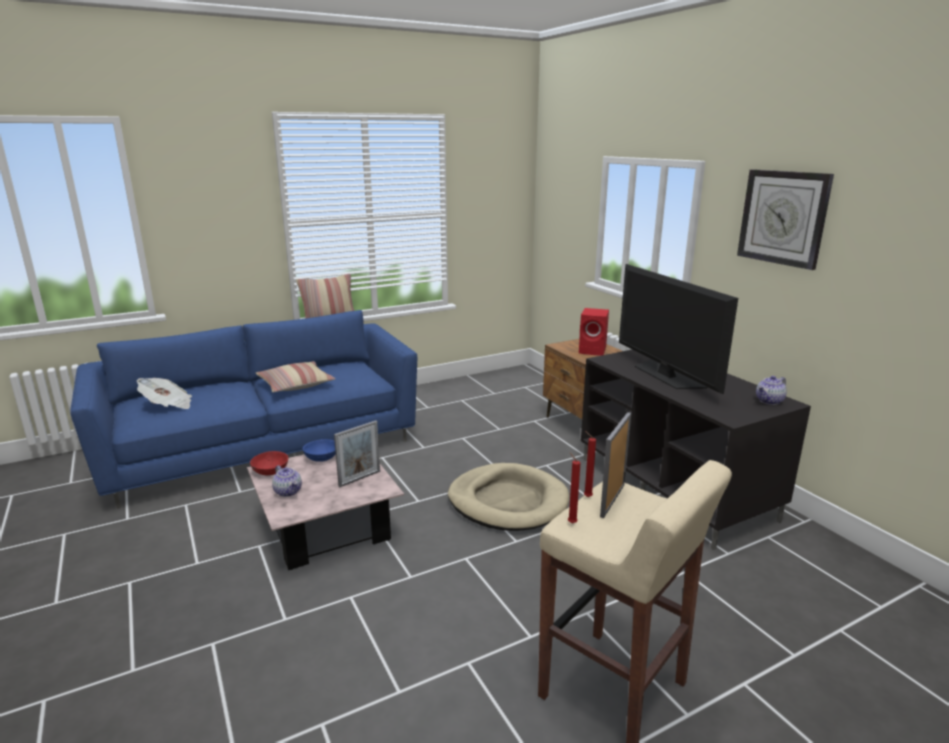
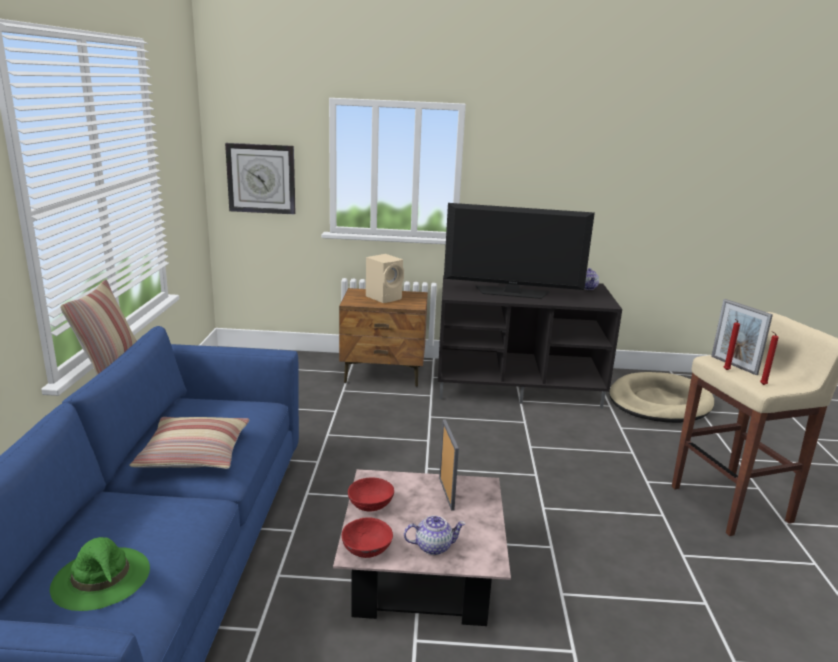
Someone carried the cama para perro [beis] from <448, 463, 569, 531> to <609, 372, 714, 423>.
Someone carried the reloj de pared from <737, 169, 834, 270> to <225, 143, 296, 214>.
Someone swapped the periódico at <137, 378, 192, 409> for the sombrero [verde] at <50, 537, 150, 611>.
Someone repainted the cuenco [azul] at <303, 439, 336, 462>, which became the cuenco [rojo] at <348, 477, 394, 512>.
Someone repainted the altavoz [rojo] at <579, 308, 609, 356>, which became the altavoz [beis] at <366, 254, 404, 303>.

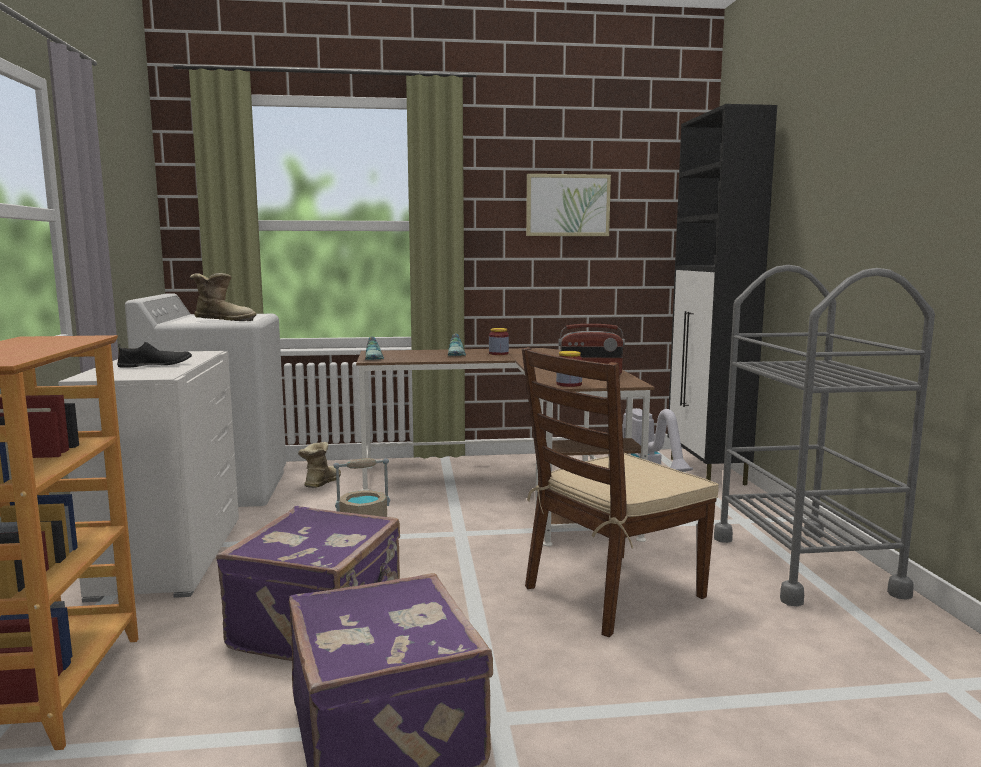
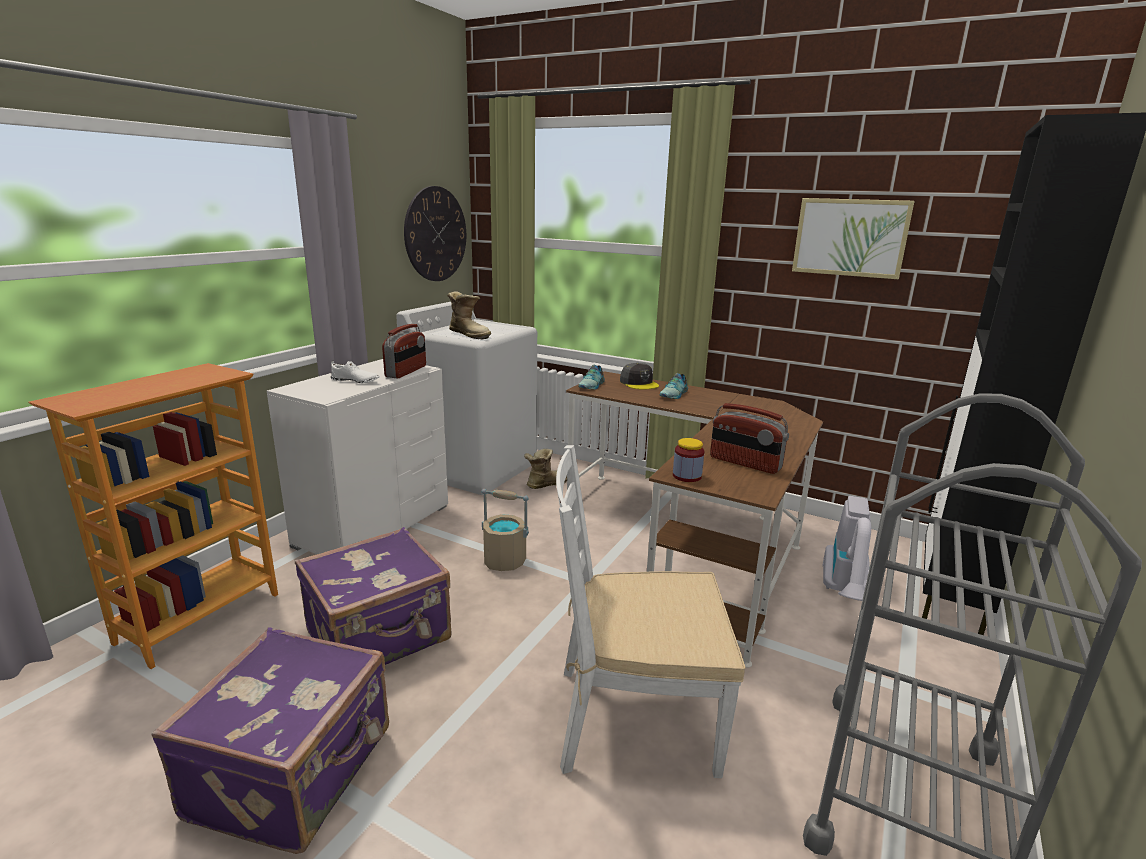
Someone took away the tarro at <489, 328, 509, 355>.
Someone put down the radio at <382, 324, 426, 378>.
Someone put up the reloj de pared at <404, 186, 466, 281>.
Someone put down the gorra [gris] at <620, 363, 659, 389>.
Someone repainted the zapato [negro] at <117, 342, 192, 368>, which became the zapato [blanco] at <331, 361, 380, 383>.
Someone repainted the silla [marrón] at <522, 347, 719, 637>, which became the silla [blanco] at <556, 445, 746, 778>.

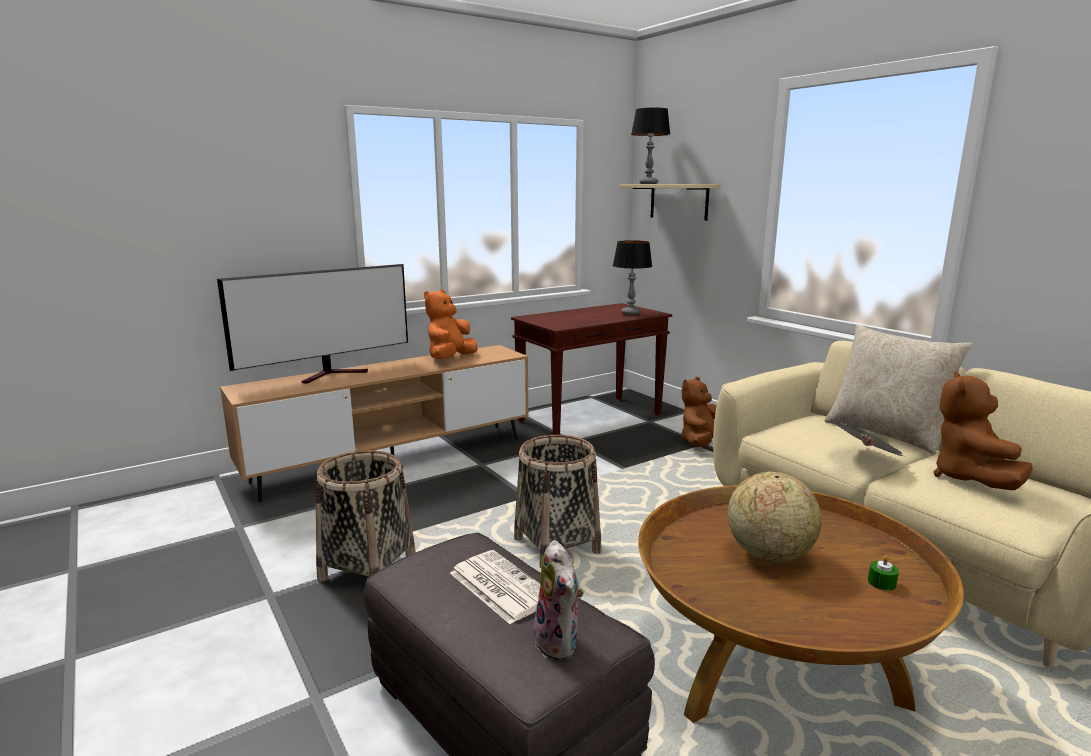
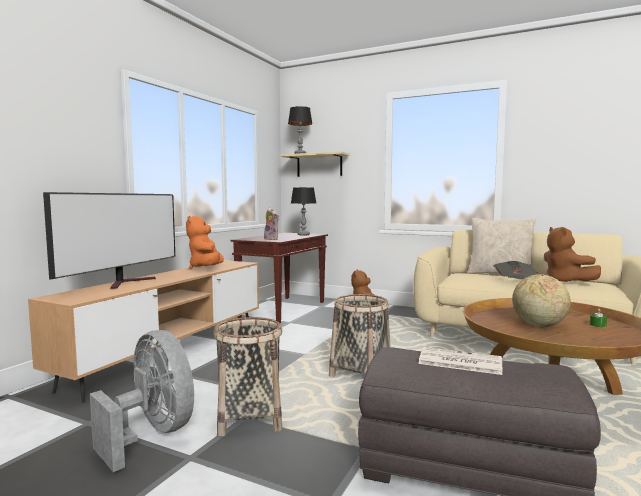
Someone put down the ventilador [gris] at <90, 330, 194, 472>.
Someone carried the peluche from <534, 540, 584, 660> to <264, 208, 279, 240>.

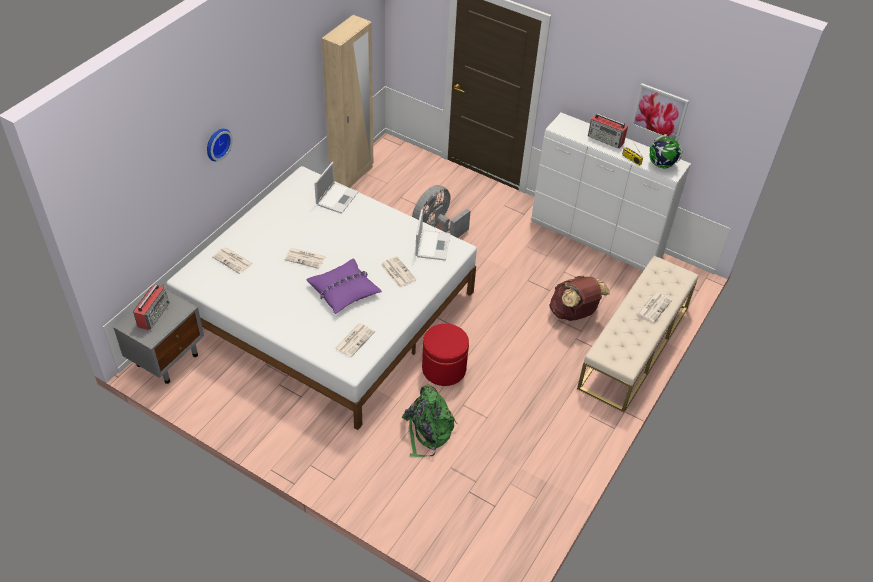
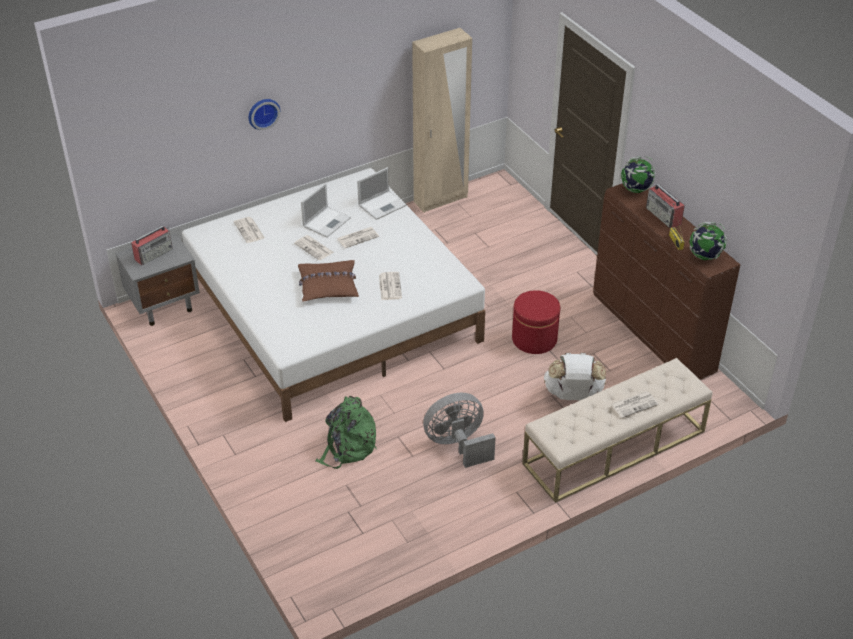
Someone took away the cuadro at <631, 83, 689, 142>.
Someone put down the globo terráqueo at <621, 156, 656, 193>.
Someone carried the periódico from <335, 323, 375, 357> to <337, 227, 379, 248>.
Someone carried the ventilador [gris] from <412, 185, 471, 238> to <423, 393, 496, 468>.
Someone carried the portátil from <415, 209, 450, 260> to <301, 183, 351, 237>.
Someone carried the puf [rojo] from <422, 324, 469, 386> to <512, 290, 560, 354>.
Someone repainted the cojín [morado] at <306, 258, 382, 314>, which became the cojín [marrón] at <298, 260, 359, 302>.
Someone repainted the cómoda [blanco] at <531, 112, 691, 271>, which became the cómoda [marrón] at <593, 183, 740, 380>.
Someone repainted the mochila [marrón] at <549, 276, 610, 321>, which became the mochila [blanco] at <544, 352, 606, 401>.

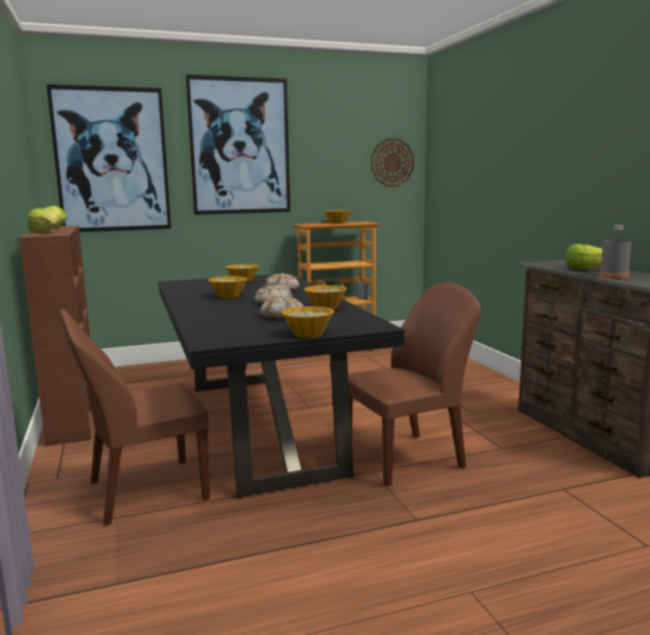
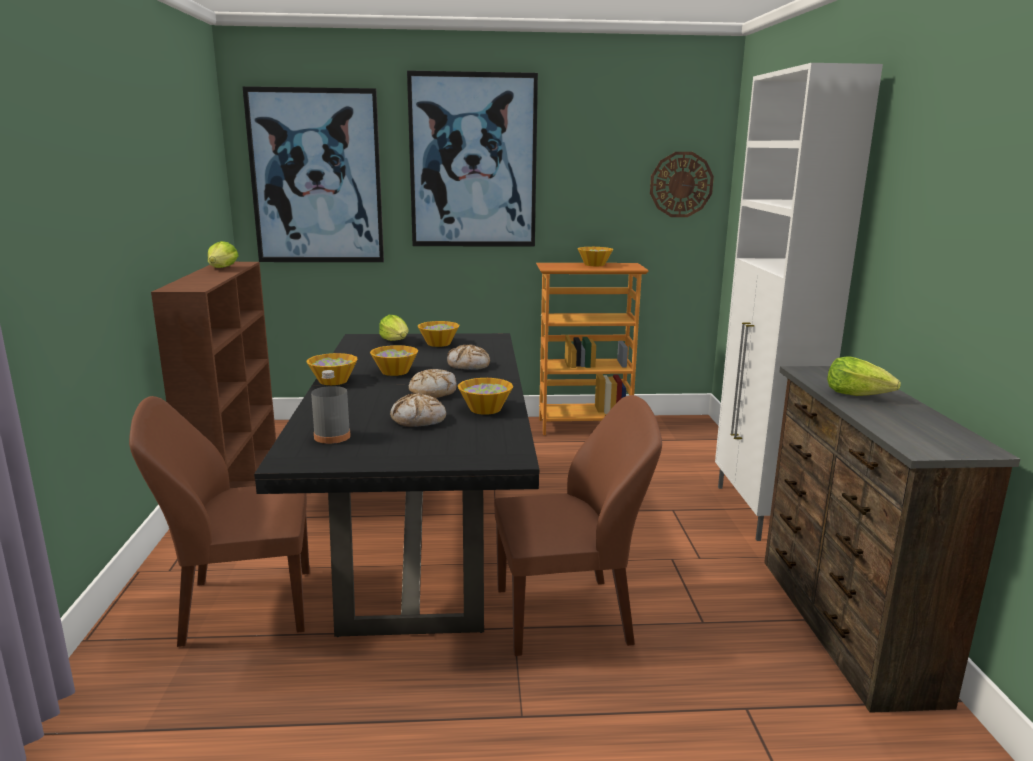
Someone put down the armario [blanco] at <715, 63, 883, 541>.
Someone carried the lechuga from <27, 208, 58, 233> to <379, 315, 409, 341>.
Someone carried the cuenco from <282, 306, 334, 338> to <307, 353, 357, 385>.
Someone carried the botella [gris] from <600, 225, 632, 278> to <311, 370, 351, 444>.

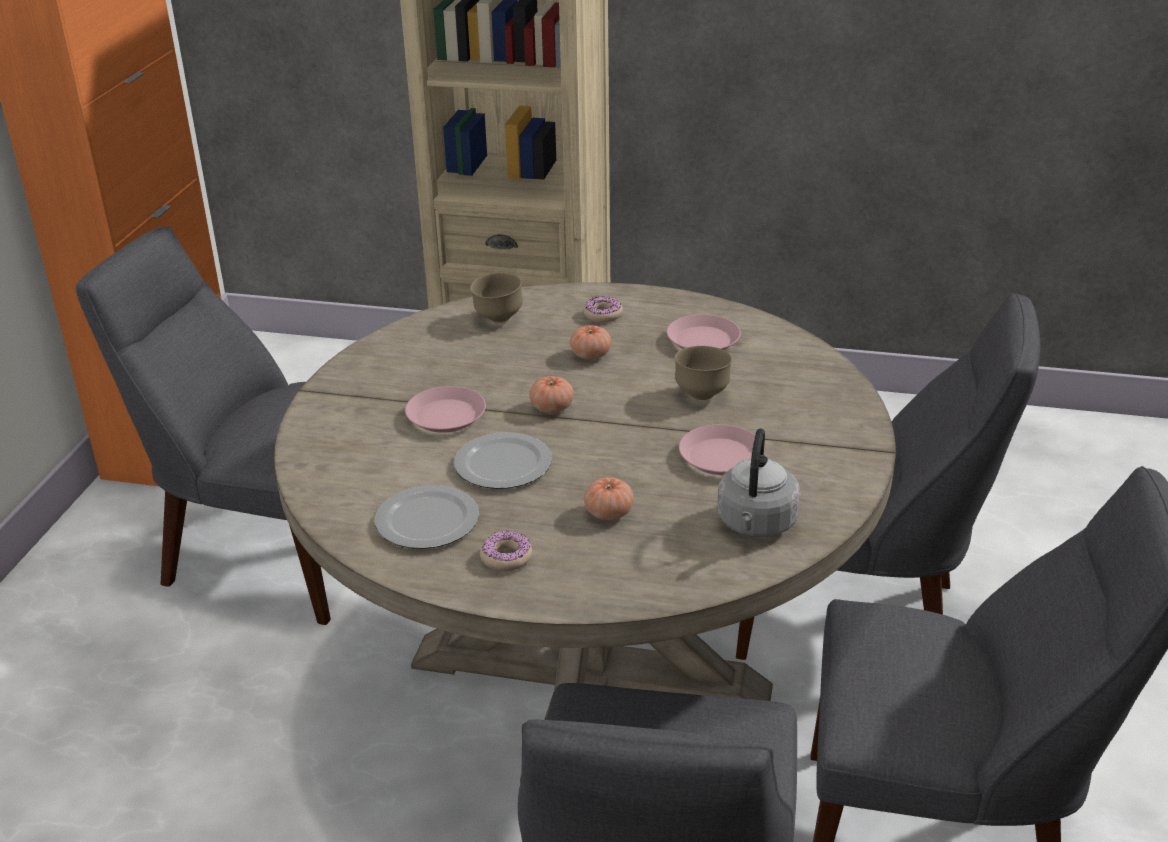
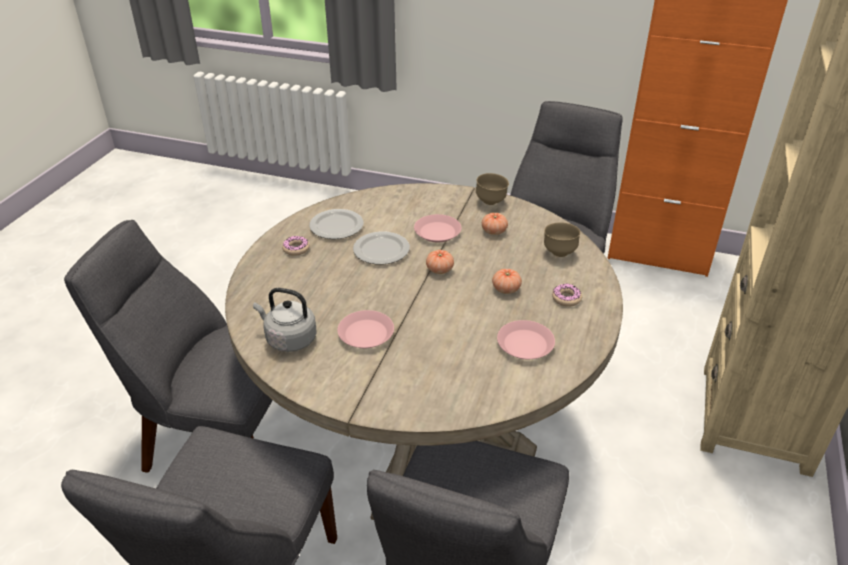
Someone carried the tomate from <584, 478, 634, 520> to <482, 213, 508, 235>.
Someone carried the cuenco [marrón] from <675, 346, 732, 400> to <476, 173, 509, 205>.

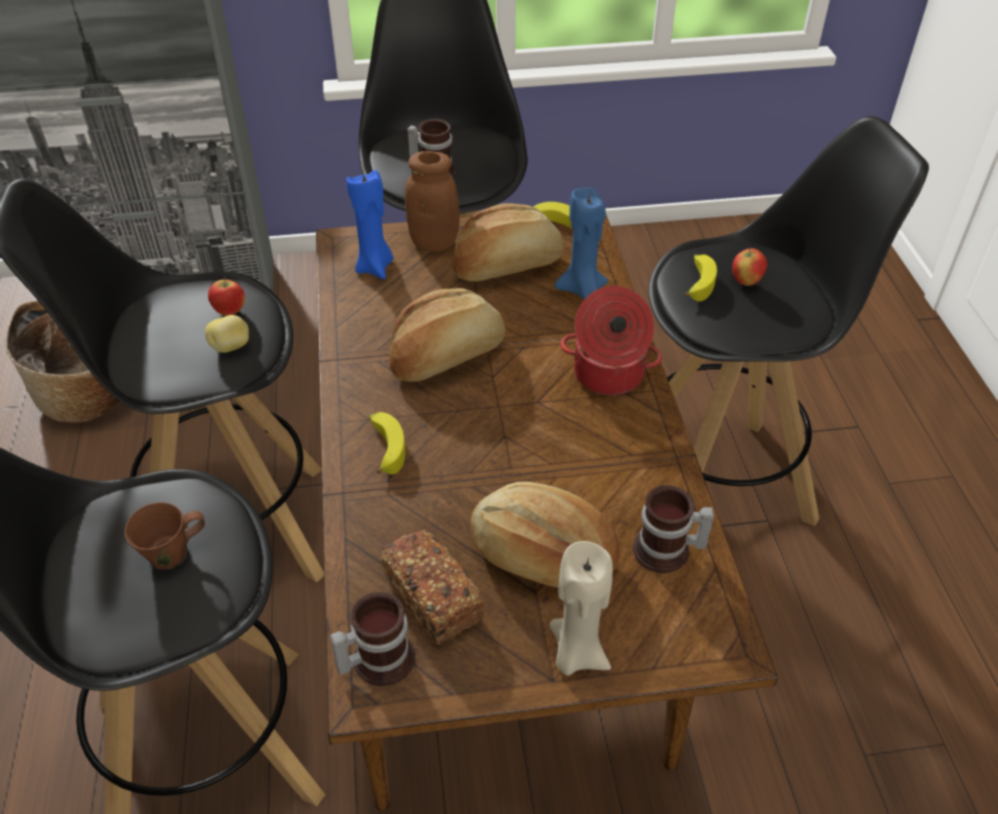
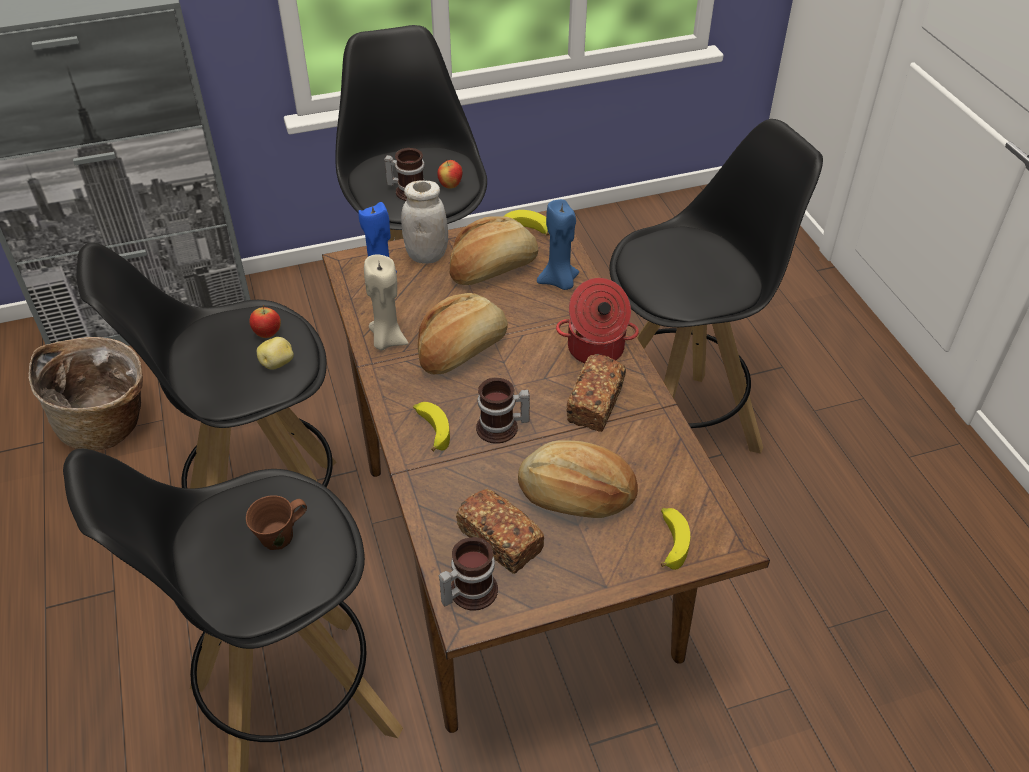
Someone put down the pan at <566, 354, 626, 432>.
Someone carried the vela [beis] from <549, 541, 613, 676> to <364, 254, 408, 350>.
Someone carried the taza grande from <633, 485, 714, 573> to <476, 378, 530, 444>.
Someone carried the plátano from <685, 254, 717, 302> to <661, 508, 690, 570>.
Someone carried the manzana from <732, 248, 767, 286> to <437, 159, 463, 189>.
Someone repainted the tarro [marrón] at <405, 151, 459, 252>, which became the tarro [blanco] at <401, 180, 448, 264>.

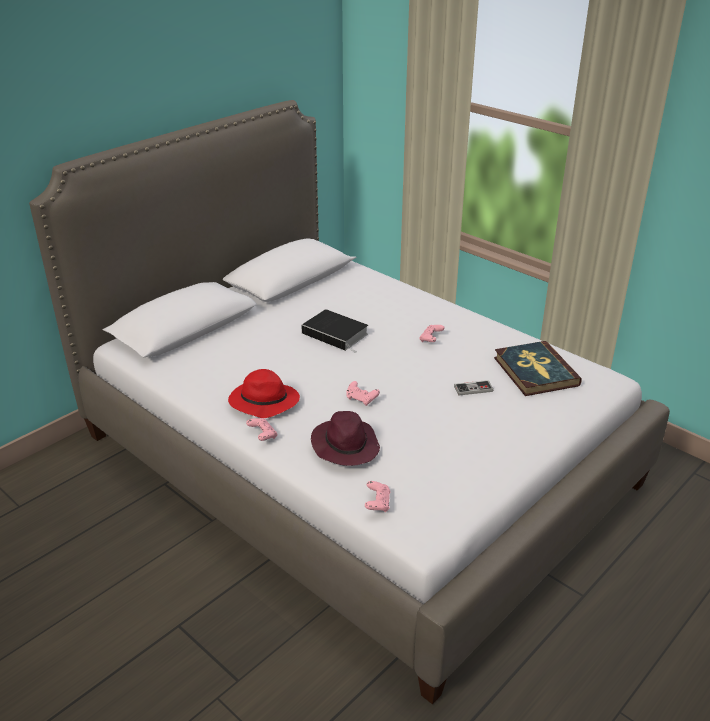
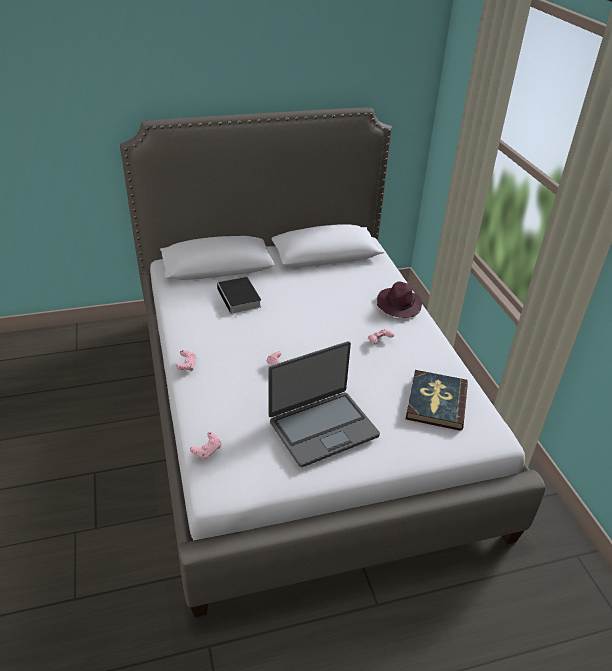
Someone took away the sombrero [rojo] at <228, 369, 300, 418>.
Someone took away the mando de consola at <454, 380, 494, 396>.
Someone put down the portátil at <268, 341, 380, 467>.
Someone carried the libro from <301, 309, 368, 353> to <217, 277, 261, 317>.
Someone carried the sombrero [morado] from <311, 411, 380, 466> to <377, 282, 422, 318>.

